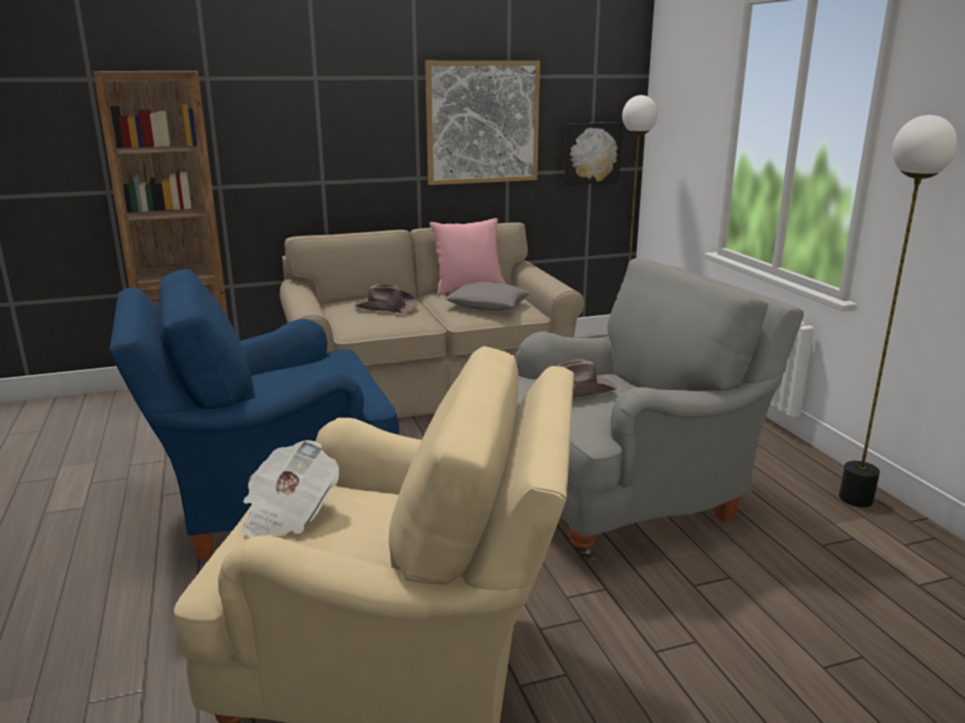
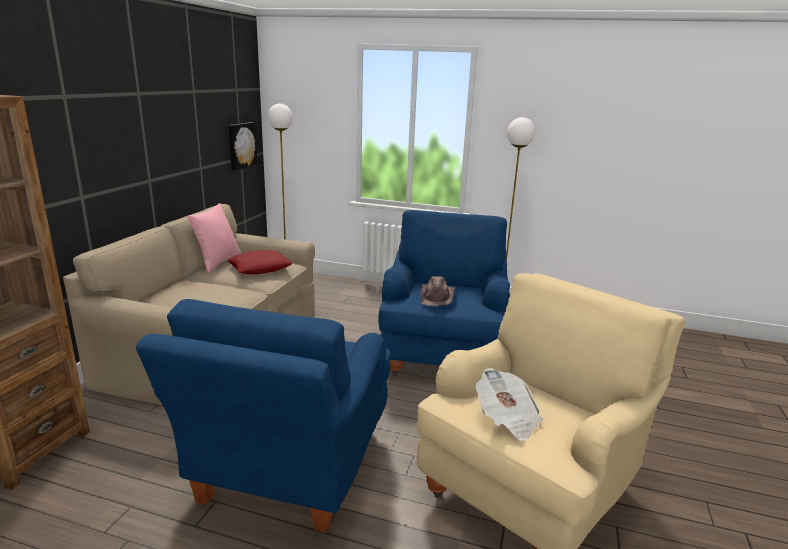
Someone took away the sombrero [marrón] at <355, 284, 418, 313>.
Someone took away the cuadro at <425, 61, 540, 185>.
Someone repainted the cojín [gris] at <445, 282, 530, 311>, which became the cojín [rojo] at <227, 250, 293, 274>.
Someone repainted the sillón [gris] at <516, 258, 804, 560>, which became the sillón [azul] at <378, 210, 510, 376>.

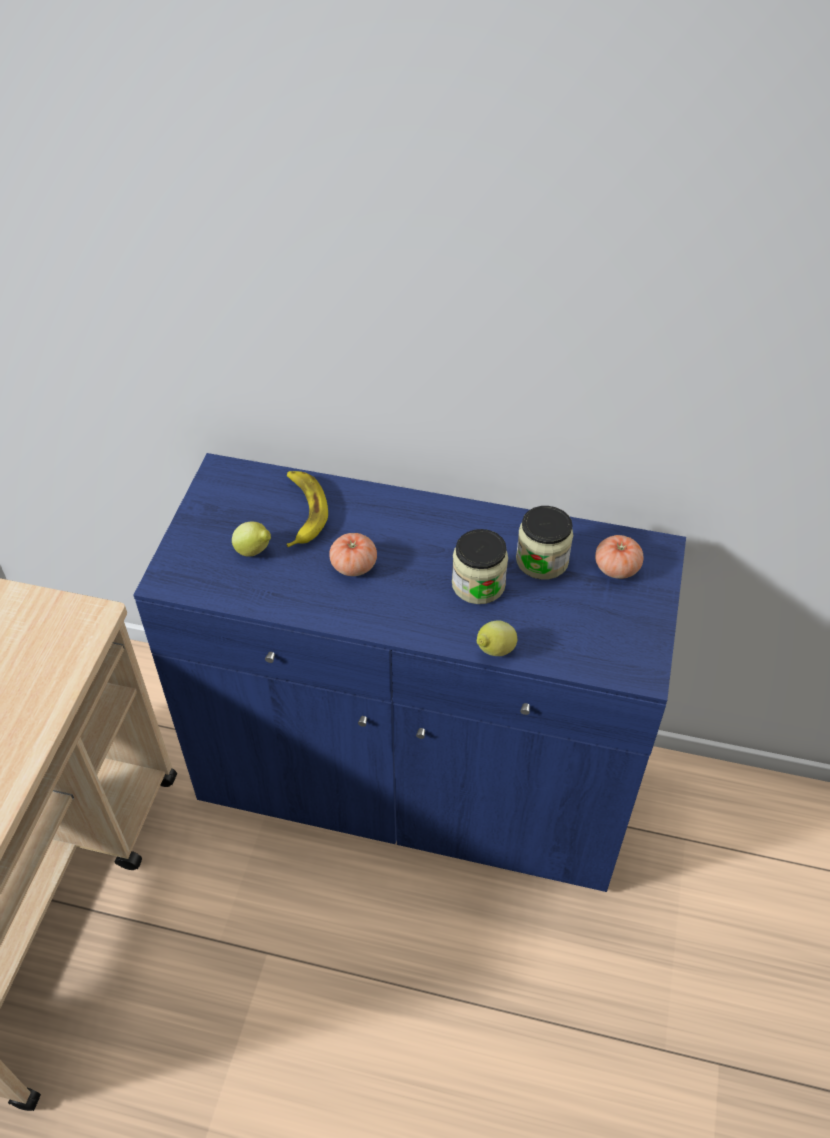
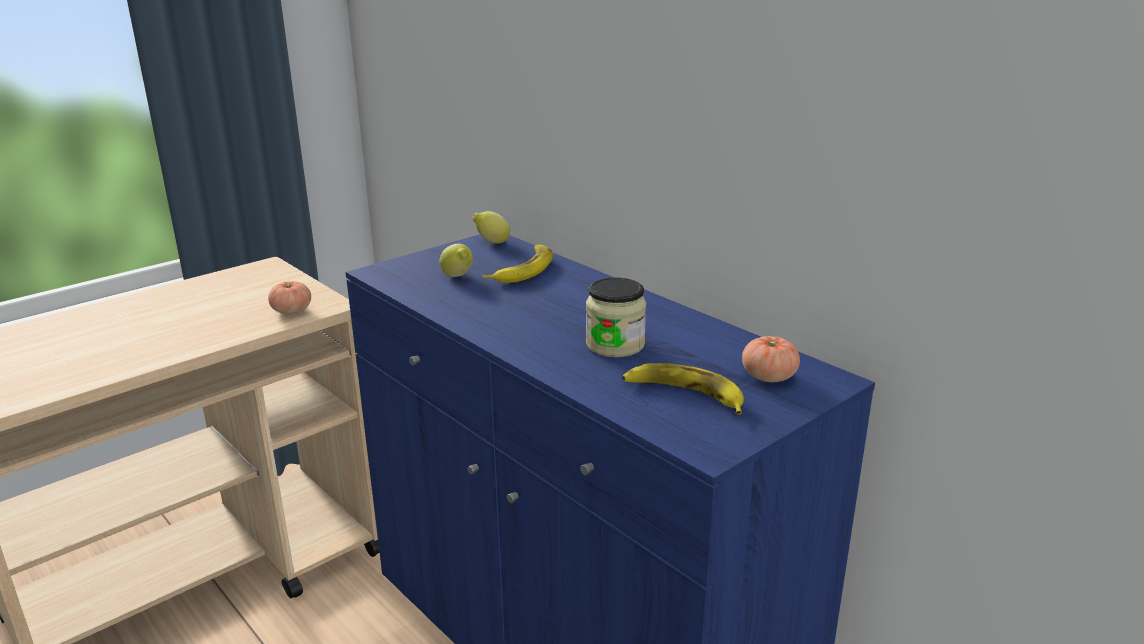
Someone took away the tarro at <516, 506, 573, 580>.
Someone put down the plátano at <622, 363, 744, 415>.
Someone carried the tomate from <329, 533, 377, 576> to <268, 281, 311, 314>.
Someone carried the limón from <477, 620, 517, 656> to <472, 211, 510, 244>.

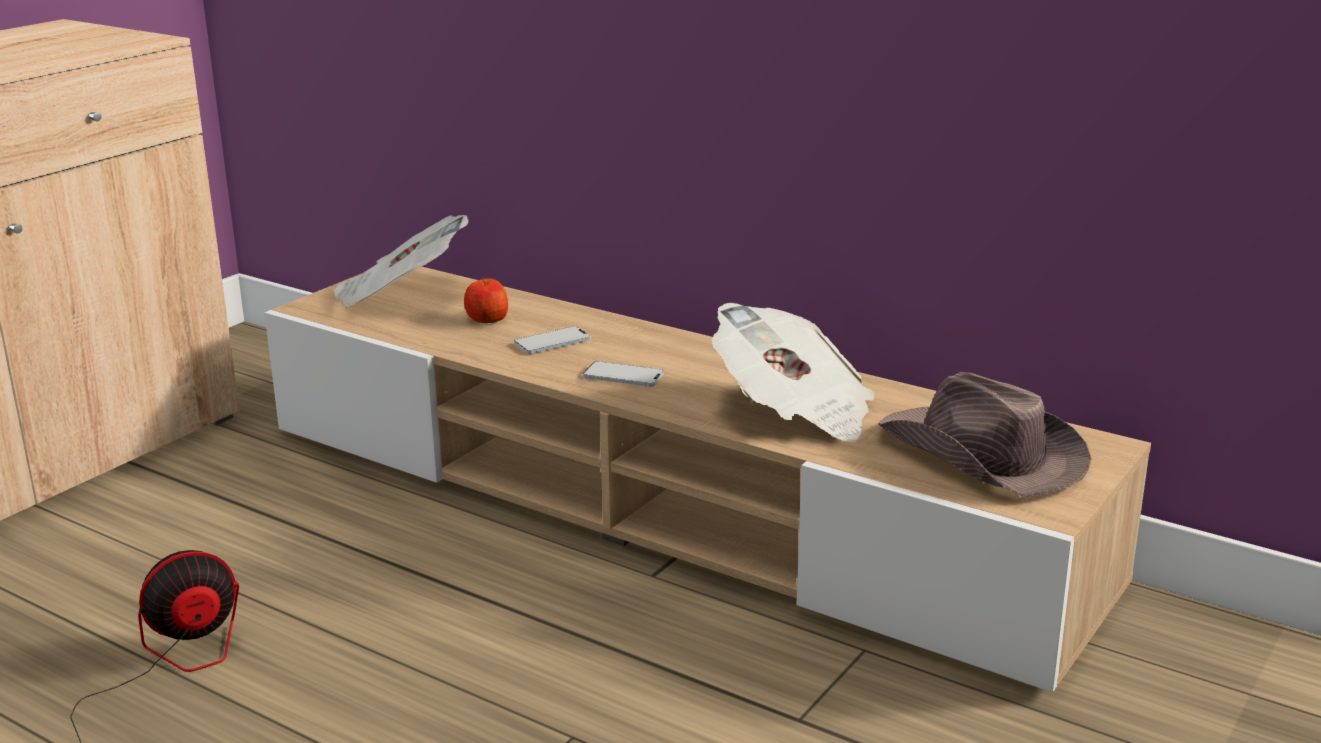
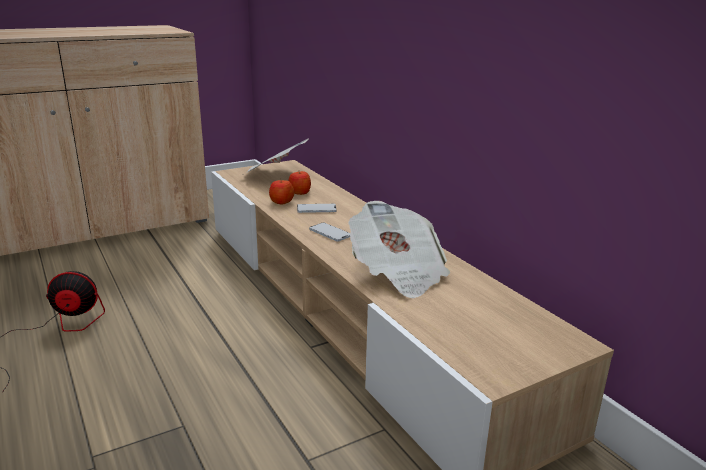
Someone took away the sombrero [marrón] at <878, 372, 1092, 497>.
Someone put down the manzana at <269, 178, 294, 204>.

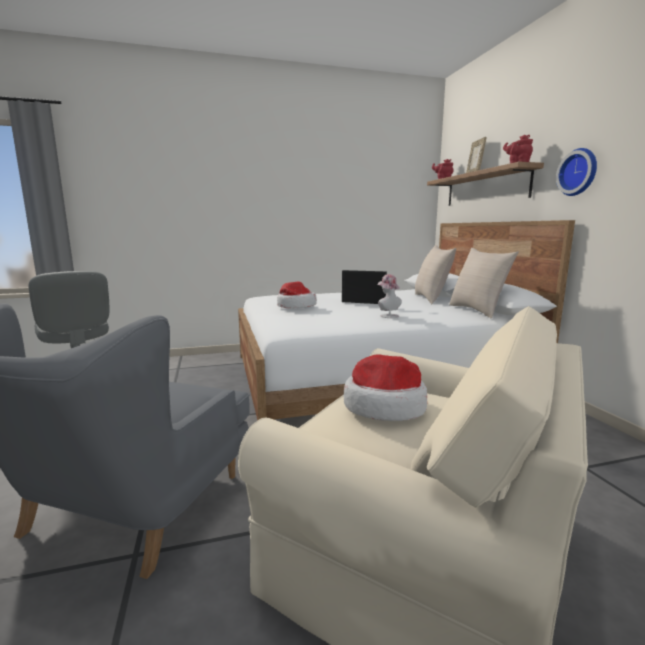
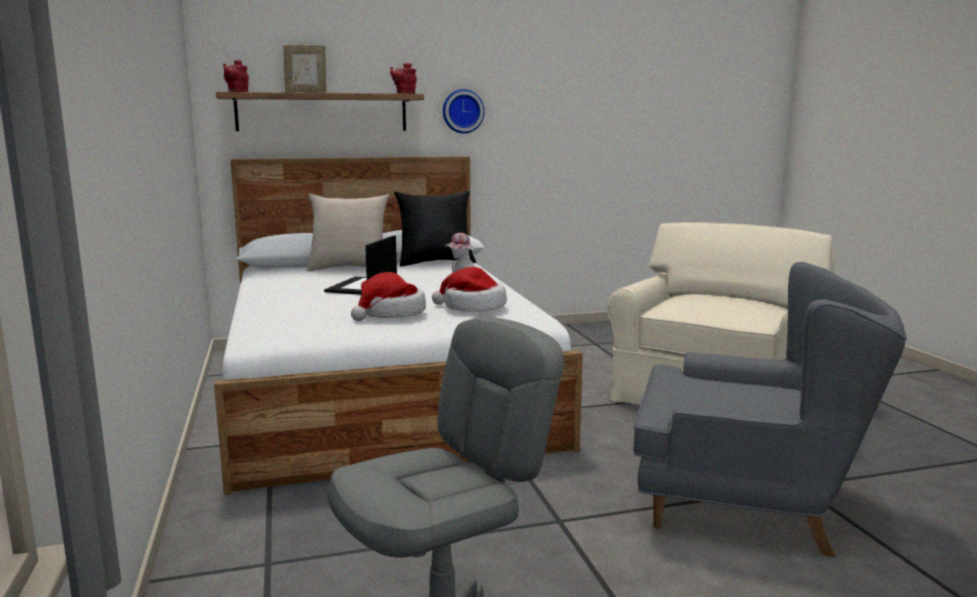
Someone carried the sombrero from <343, 354, 427, 421> to <432, 267, 507, 312>.
Someone repainted the cojín [beis] at <449, 248, 519, 319>, which became the cojín [negro] at <394, 191, 476, 267>.

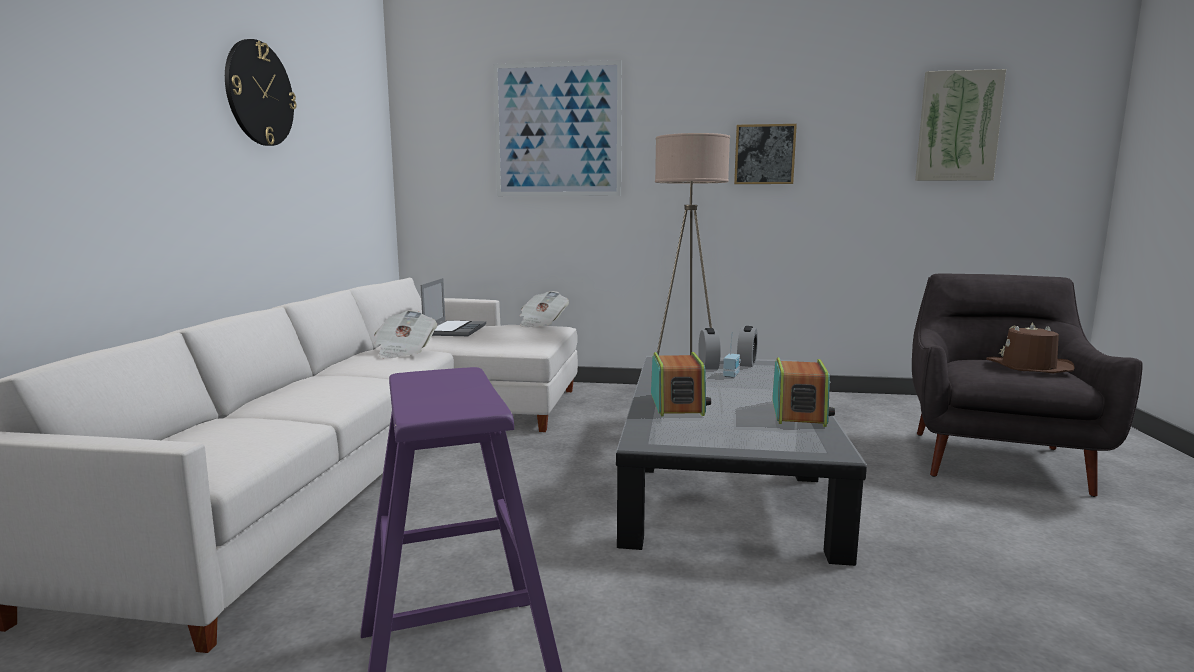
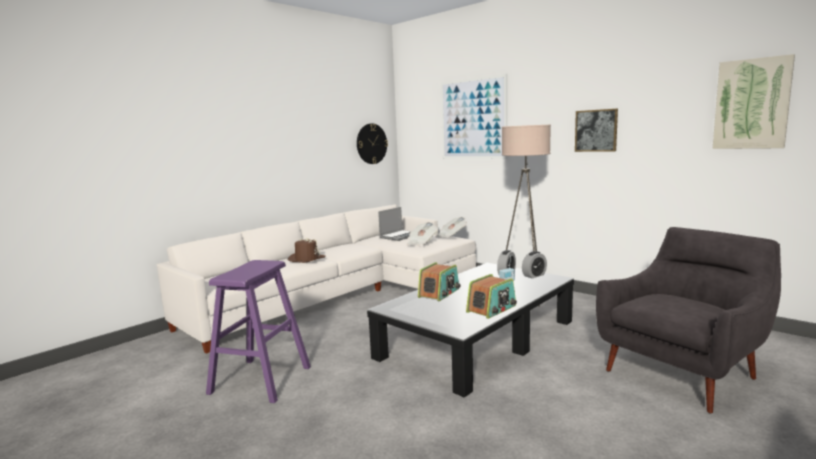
Someone carried the reloj de pared from <225, 39, 297, 146> to <357, 123, 388, 164>.
Someone carried the periódico from <374, 310, 437, 359> to <407, 222, 438, 246>.
Someone carried the sombrero [marrón] from <986, 322, 1075, 374> to <287, 238, 326, 263>.

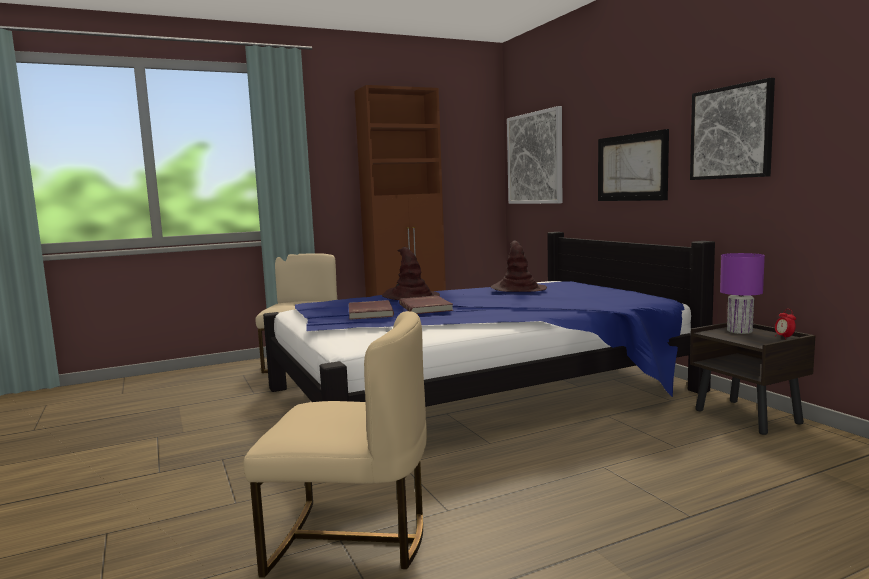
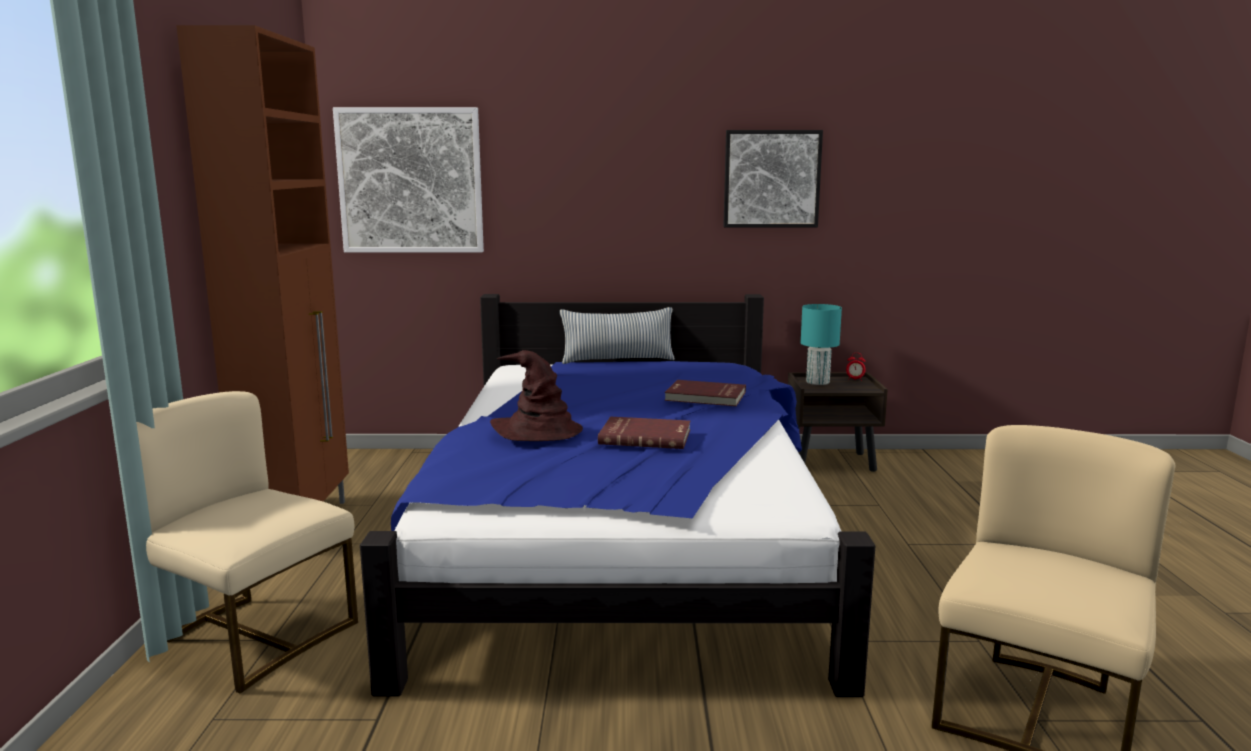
Someone took away the sombrero [marrón] at <491, 241, 547, 292>.
Someone took away the cuadro at <598, 129, 669, 201>.
Someone put down the cojín at <560, 307, 675, 364>.
Someone carried the libro [rojo] from <349, 300, 394, 320> to <664, 380, 746, 406>.
Someone repainted the lámpara de mesa [morado] at <720, 253, 765, 334>, which became the lámpara de mesa [turquesa] at <801, 304, 842, 385>.

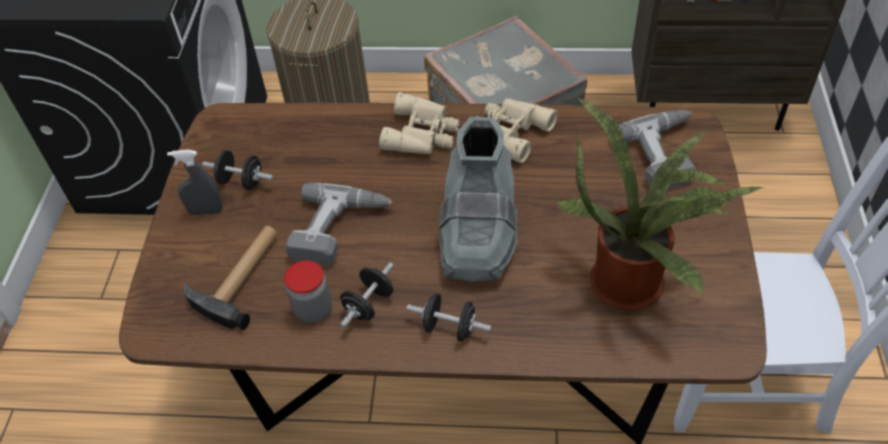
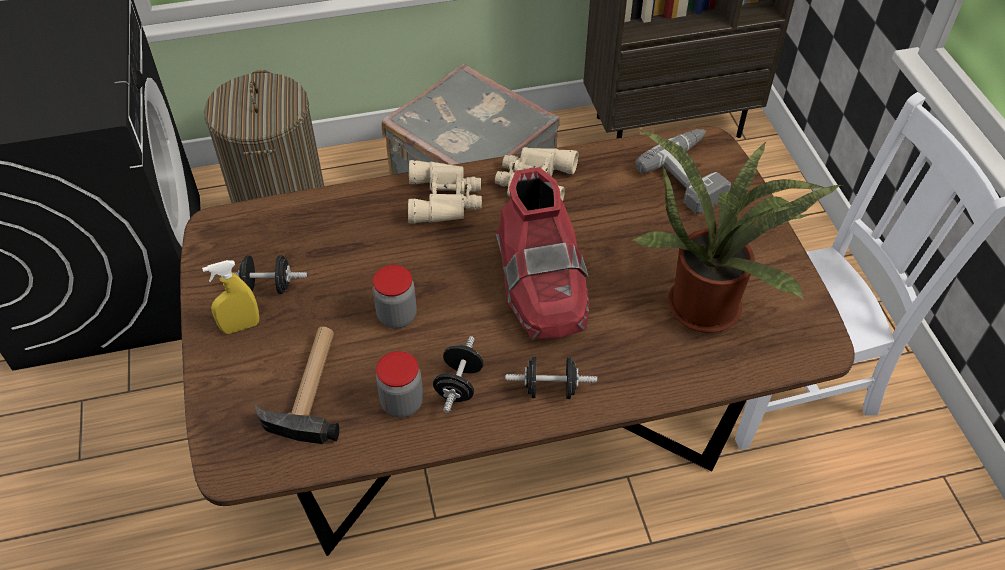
Someone swapped the taladro at <285, 183, 392, 265> for the tarro at <373, 265, 417, 329>.
Someone repainted the pulverizador [gris] at <167, 150, 223, 216>, which became the pulverizador [amarillo] at <202, 260, 259, 334>.
Someone repainted the bota [gris] at <439, 117, 517, 282>, which became the bota [rojo] at <496, 167, 589, 339>.

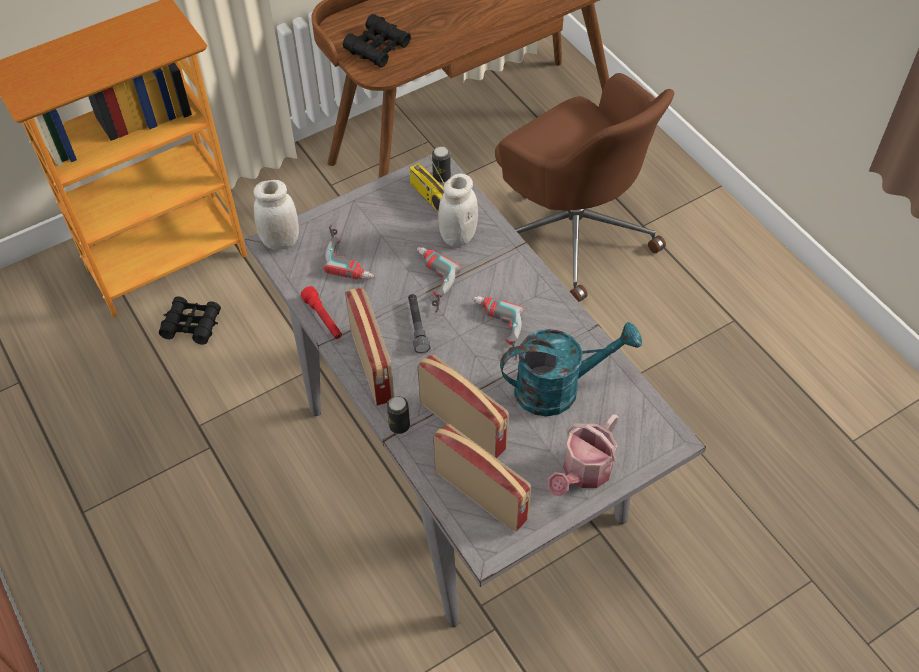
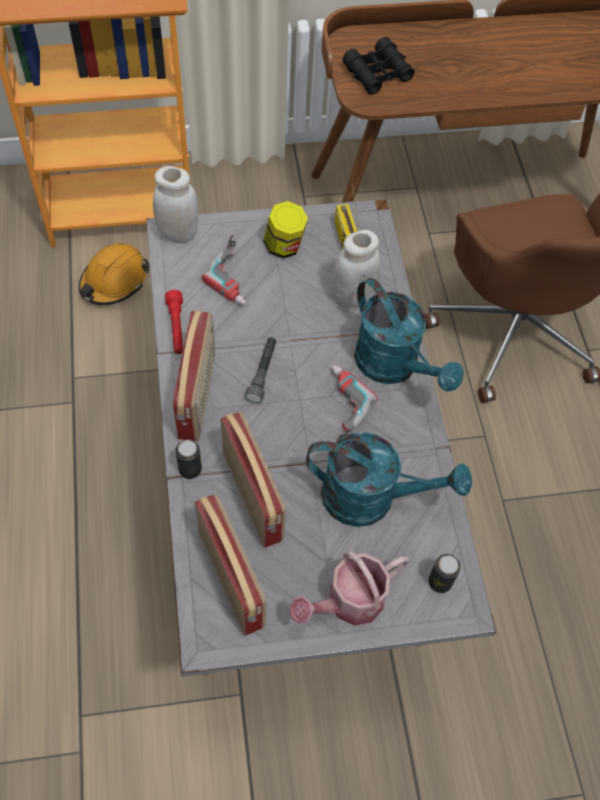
Someone took away the taladro at <417, 247, 461, 313>.
Someone put down the tarro at <263, 201, 308, 258>.
Someone put down the regadera [turquesa] at <354, 278, 464, 392>.
Someone carried the lata from <432, 146, 451, 182> to <428, 554, 461, 593>.
Someone swapped the prismáticos [negro] at <159, 296, 221, 345> for the casco [naranja] at <79, 243, 150, 305>.

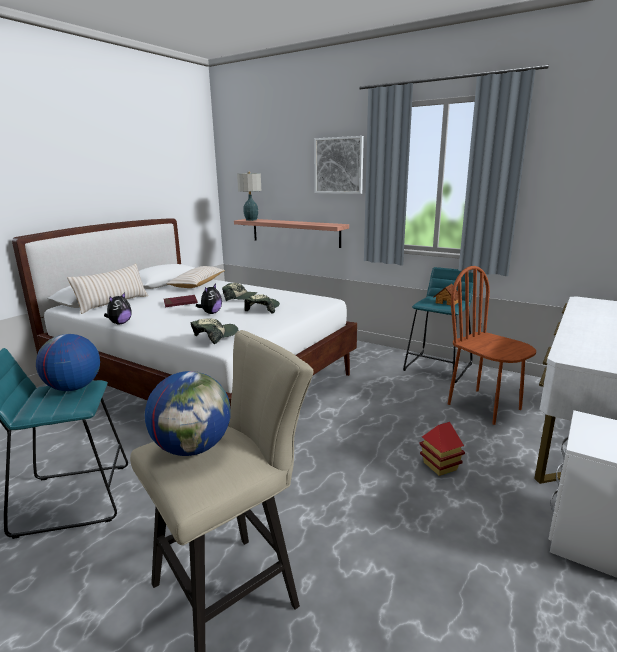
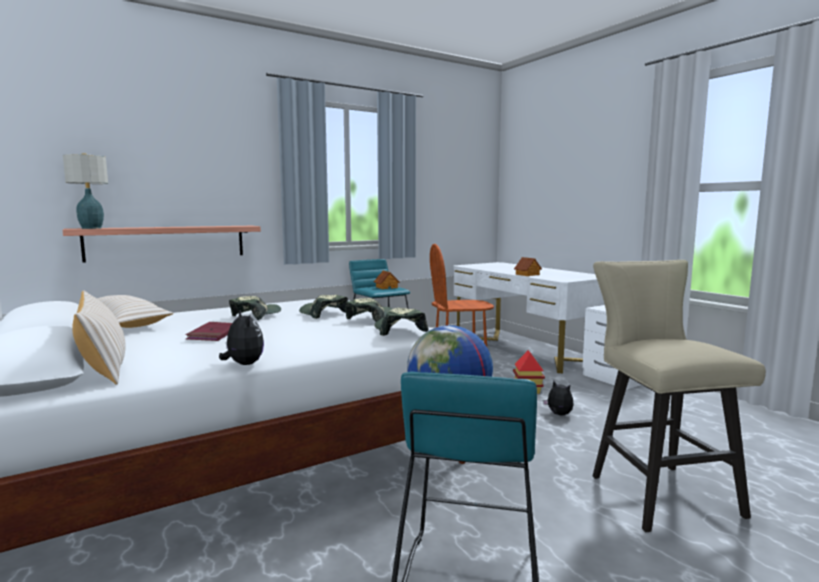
Someone took away the globo terráqueo at <144, 371, 231, 456>.
Someone took away the cuadro at <314, 136, 364, 194>.
Someone put down the gorra at <345, 298, 393, 322>.
Someone put down the casita at <514, 257, 542, 276>.
Someone carried the peluche from <196, 284, 222, 314> to <543, 381, 574, 416>.

